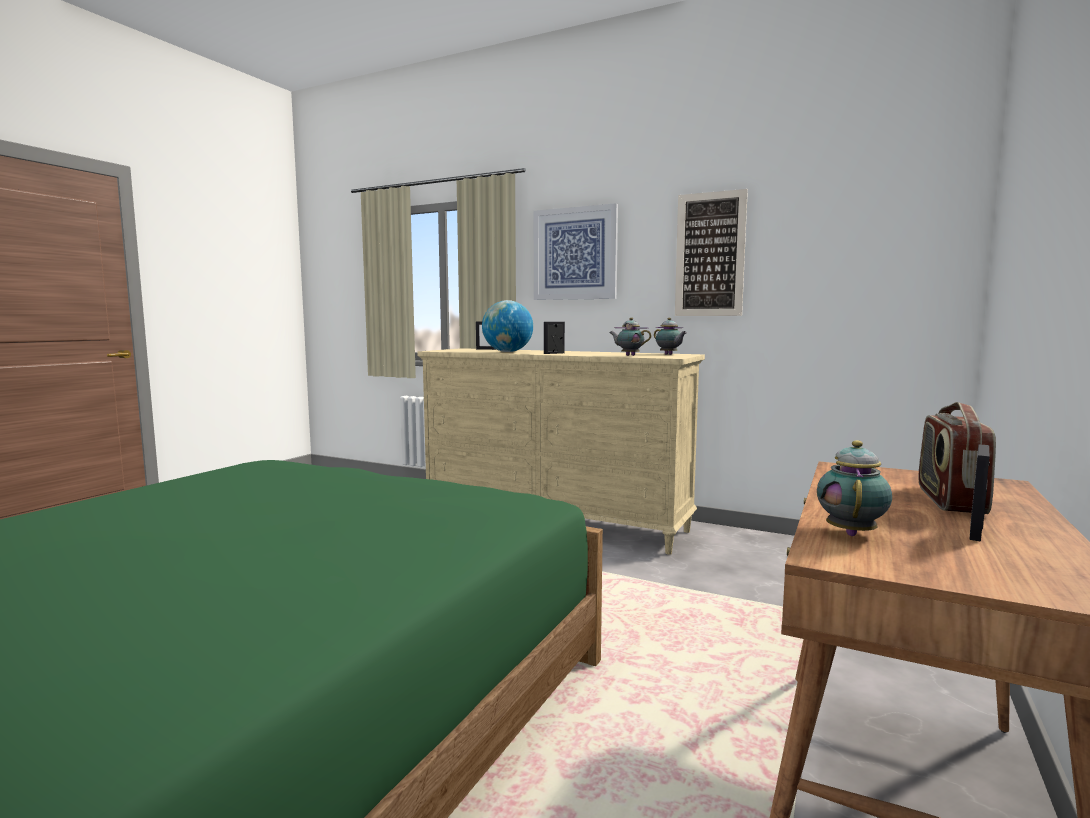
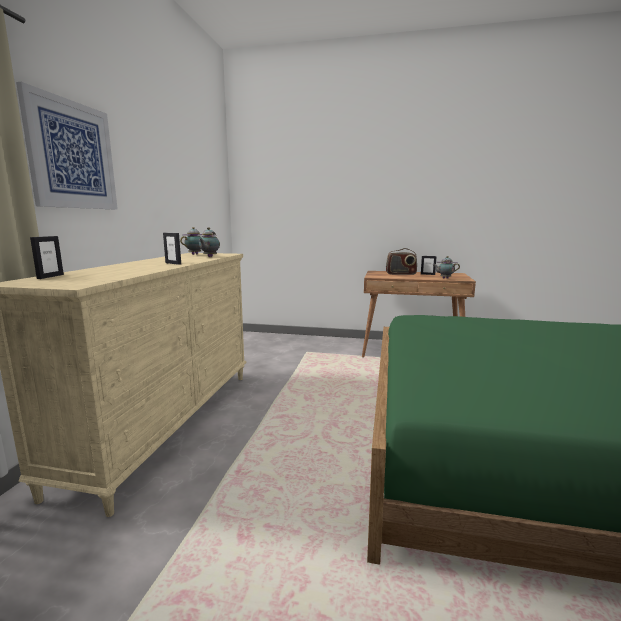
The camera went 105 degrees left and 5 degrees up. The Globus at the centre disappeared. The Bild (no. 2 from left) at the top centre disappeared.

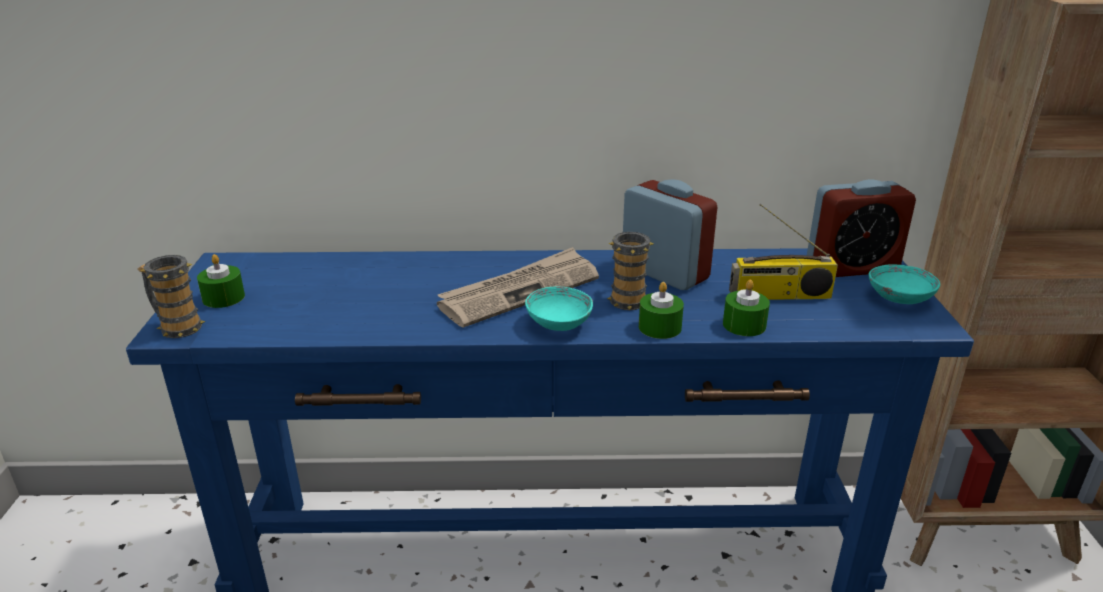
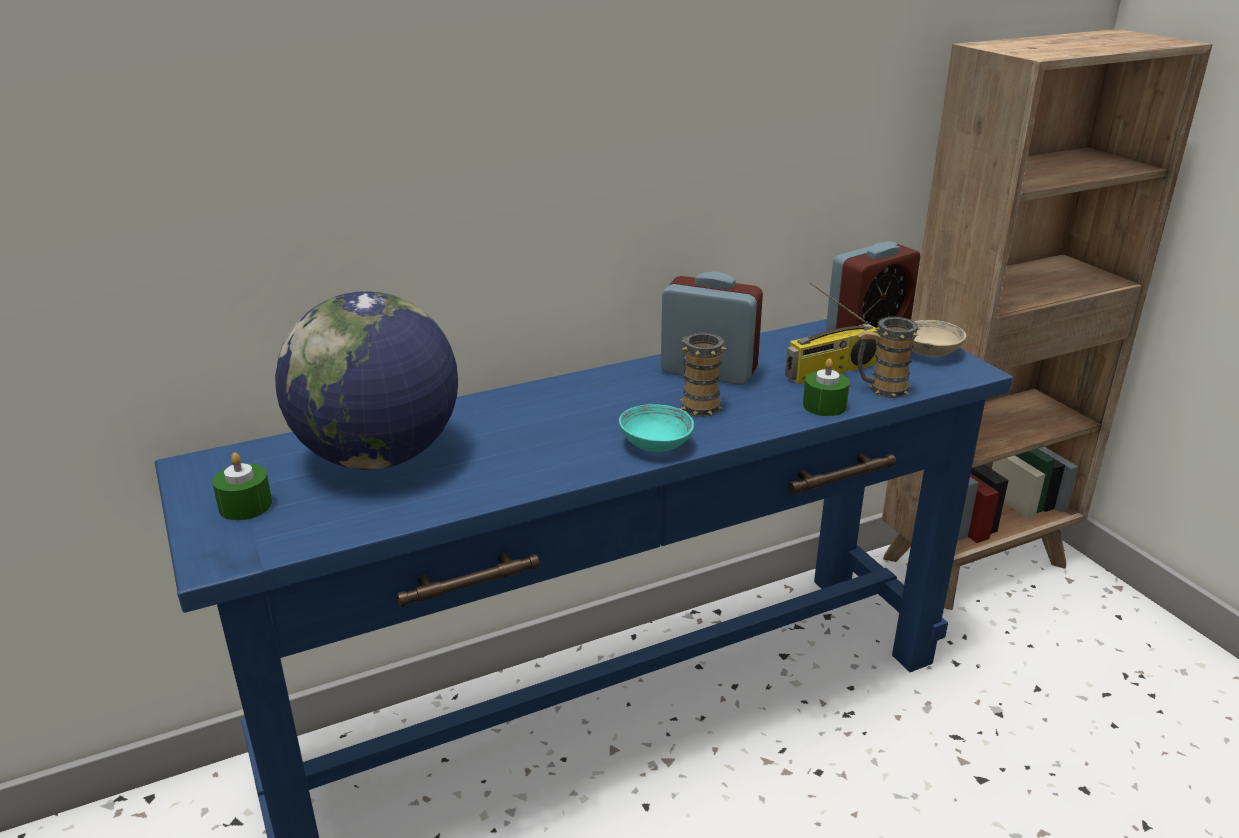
The camera went 25 degrees left and 0 degrees up. The Globus at the middle left appeared. The Henkelbecher (no. 1 from left in the first image) moved from the middle left to the middle right. The Schüssel (türkis) (no. 2 from left) at the middle right became the Schüssel (beige) at the middle right. The Zeitung at the centre disappeared. The Kerze (grün) (no. 2 from left) at the centre disappeared.

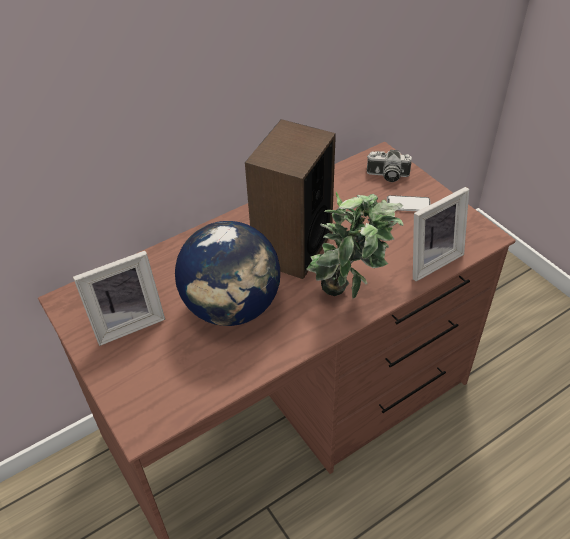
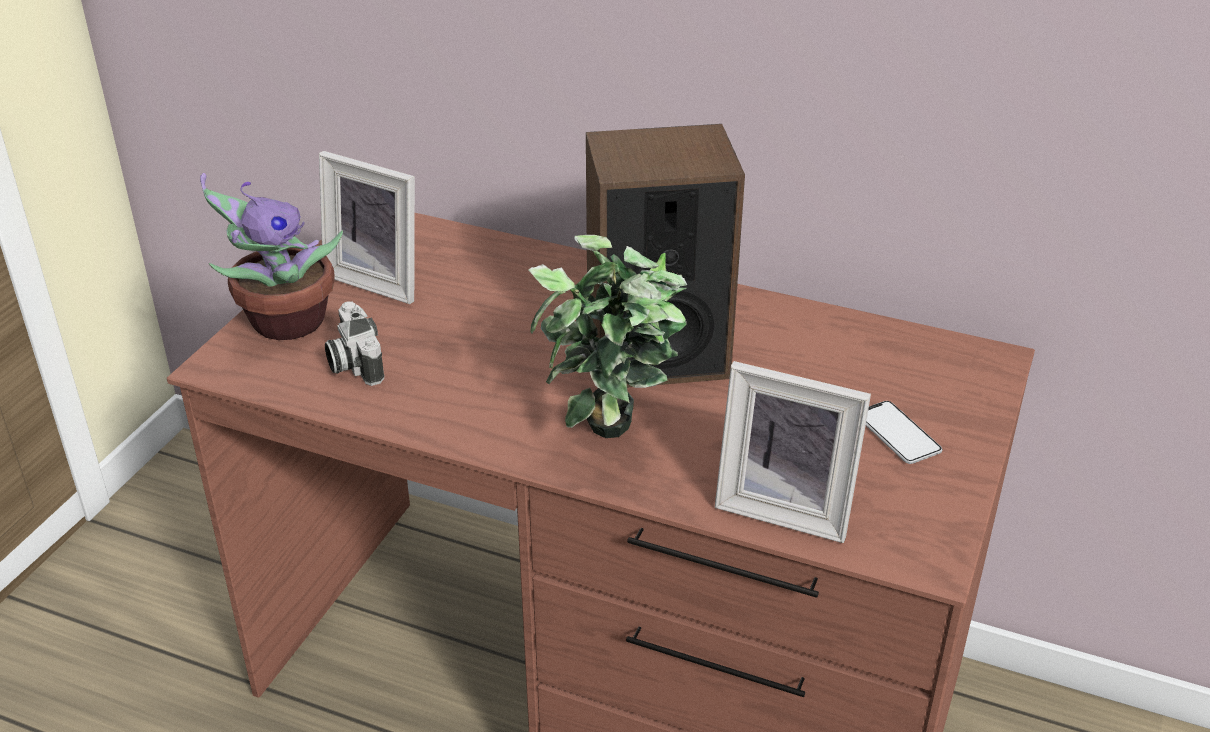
The camera went 55 degrees right and 10 degrees down. The Topfpflanze (no. 1 from left) at the middle left appeared. The Kamera moved from the top right to the middle left. The Globus at the centre disappeared.

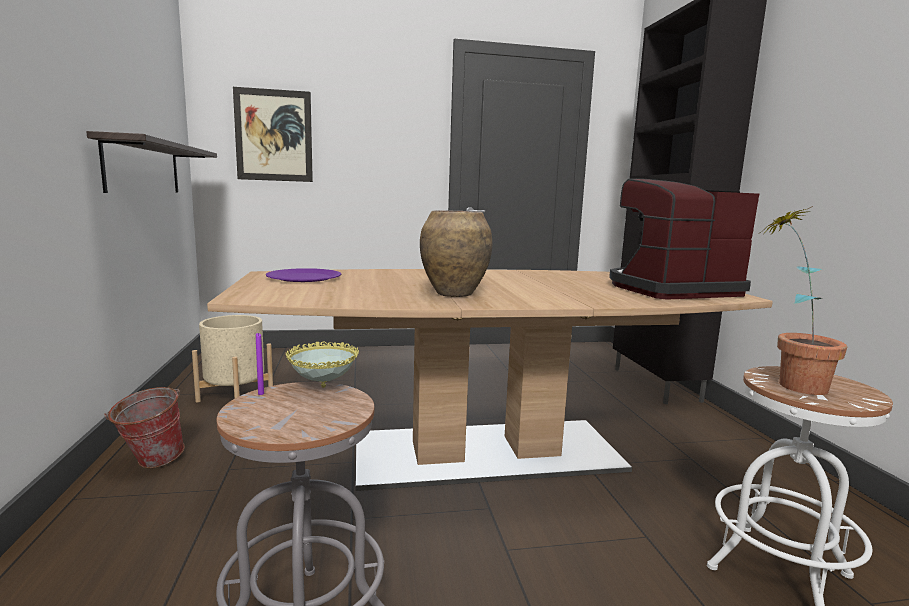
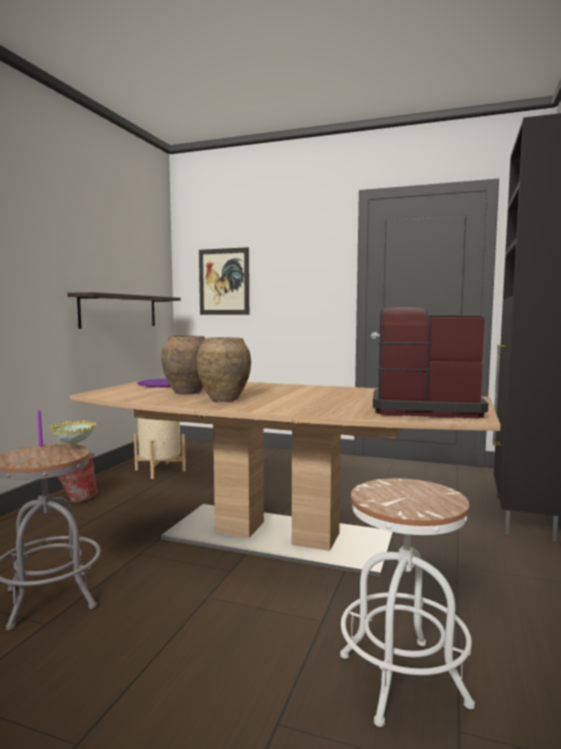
The camera went 30 degrees right and 5 degrees down. The Vase (braun) (no. 1 from left) at the middle left appeared. The Topfpflanze at the middle right disappeared.

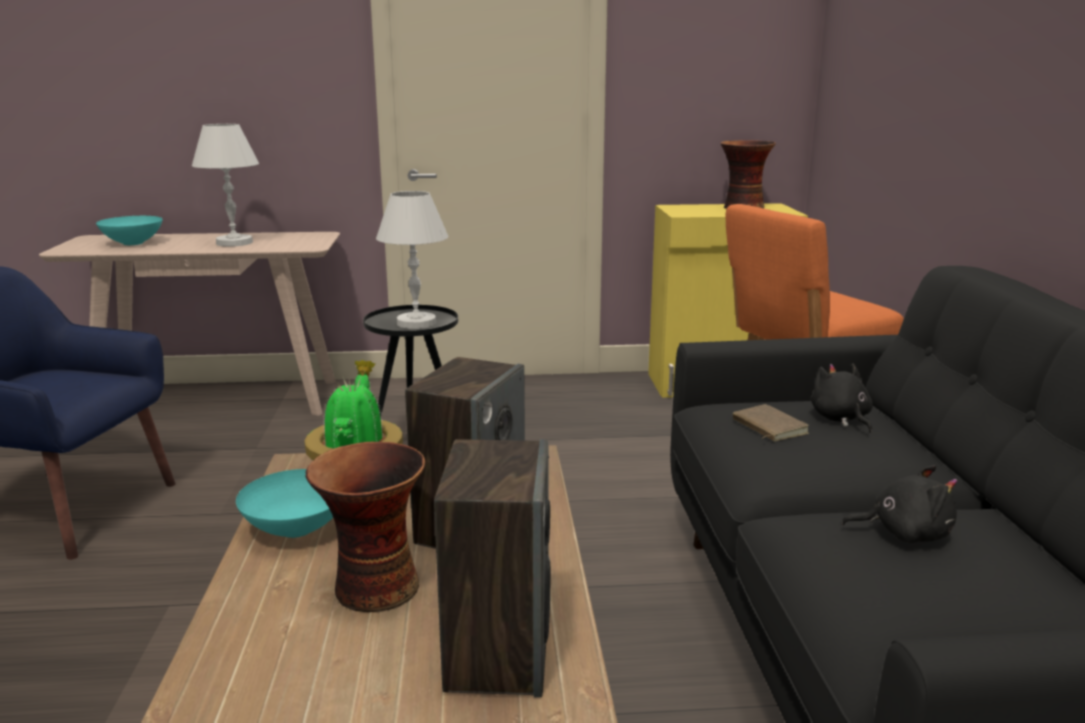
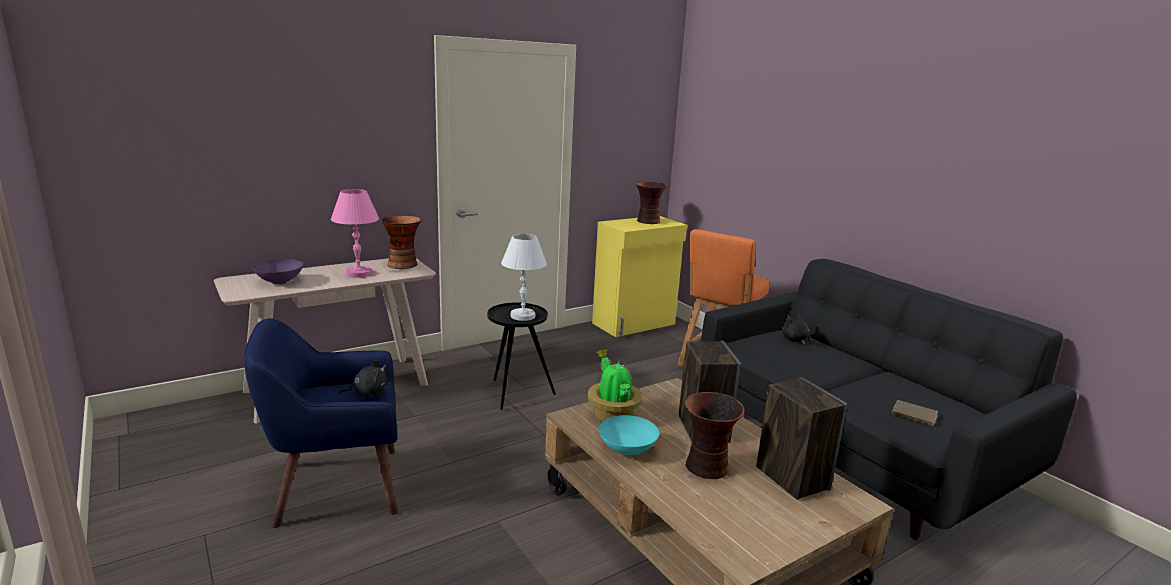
The camera went 30 degrees left and 0 degrees up. The Schüssel (türkis) (no. 1 from left) at the top left became the Schüssel (lila) at the middle left. The Tischlampe (weiß) (no. 1 from left) at the top left became the Tischlampe (rosa) at the middle left. The Plüschtier (schwarz) (no. 2 from left in the first image) moved from the bottom right to the middle left. The Vase (no. 1 from left) at the centre appeared. The Buch (braun) moved from the middle right to the bottom right.

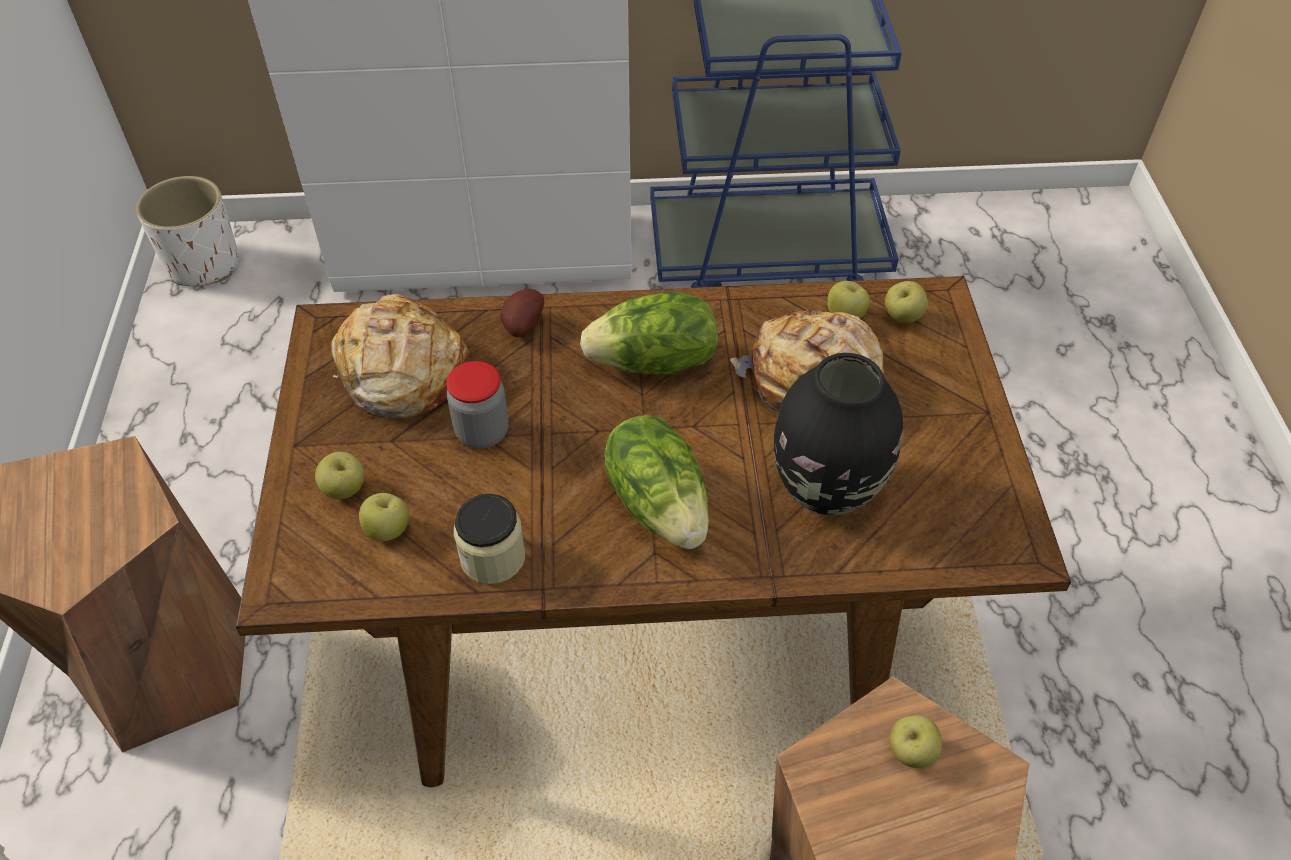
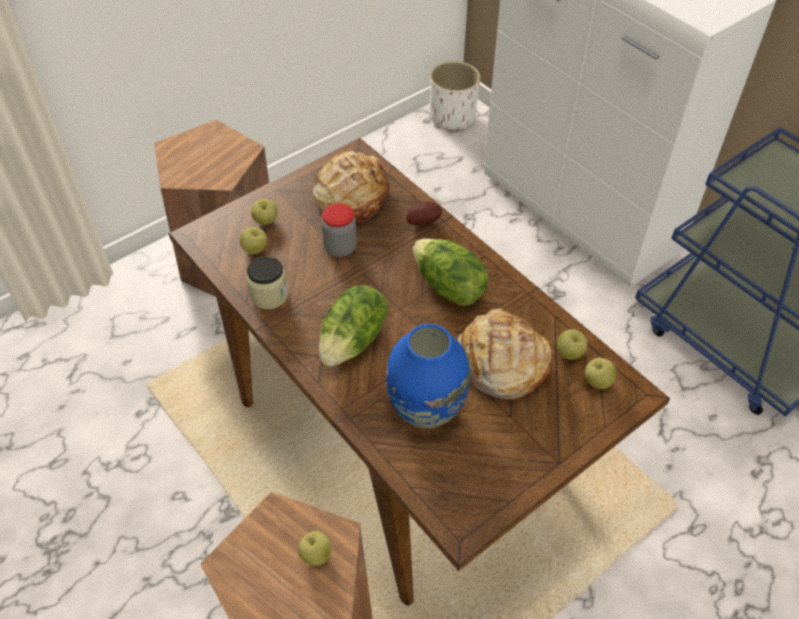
The camera went 55 degrees right and 0 degrees up. The Vase (schwarz) at the centre became the Vase (blau) at the centre.

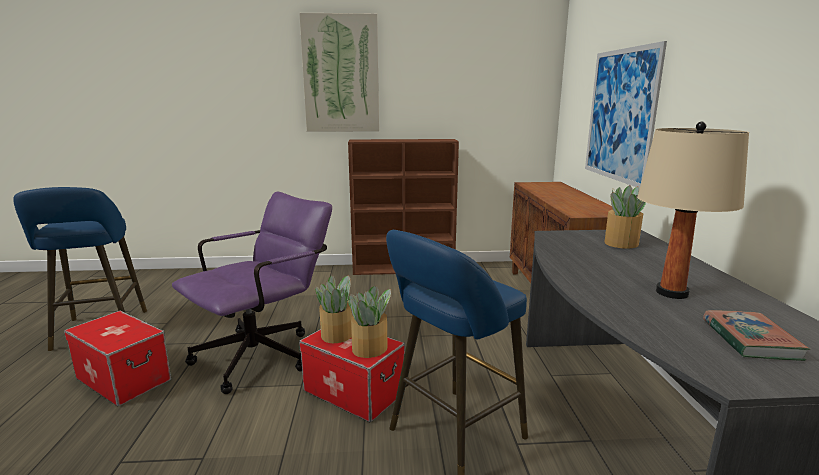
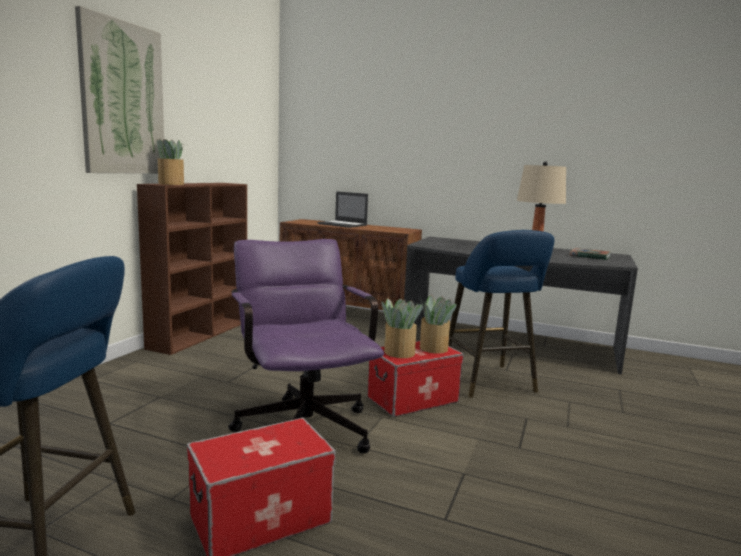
The camera went 65 degrees left and 5 degrees down. The Topfpflanze (no. 3 from left in the first image) moved from the middle right to the top left. The Laptop at the centre appeared. The Bild (no. 2 from left) at the top right disappeared.

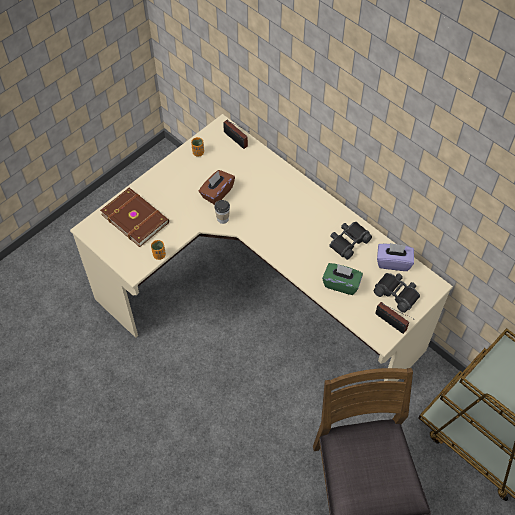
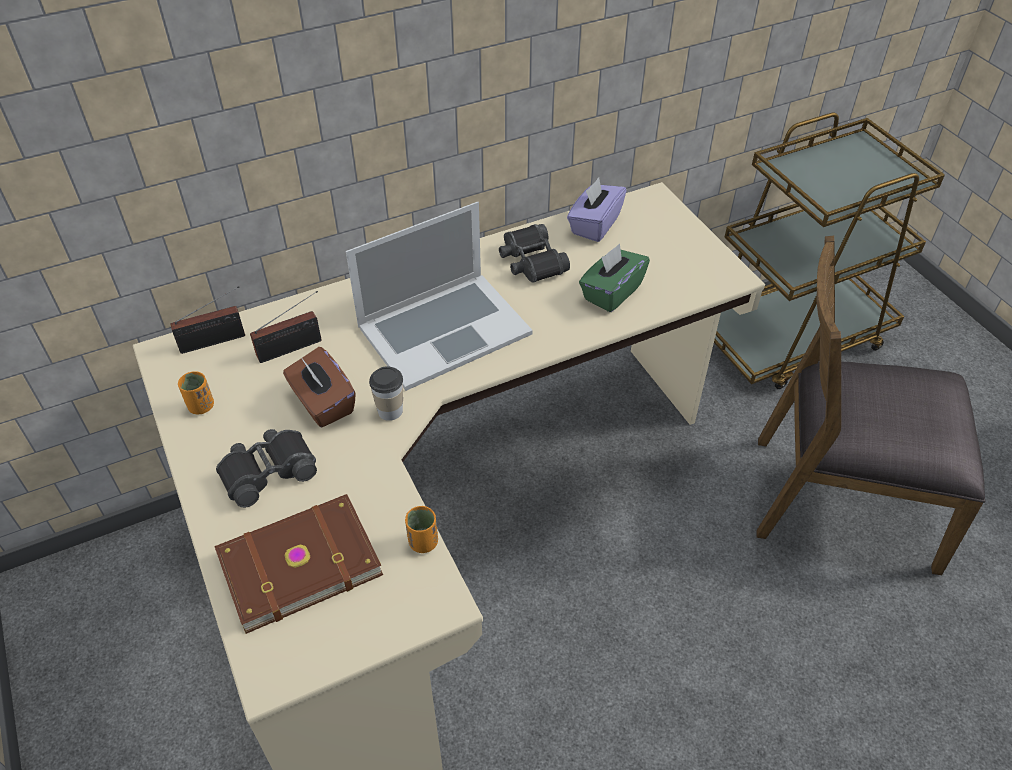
The camera went 70 degrees left and 10 degrees down. The Fernglas (schwarz) (no. 2 from left in the first image) moved from the middle right to the middle left. The Radio (no. 2 from left) moved from the middle right to the middle left. The Laptop at the centre appeared.

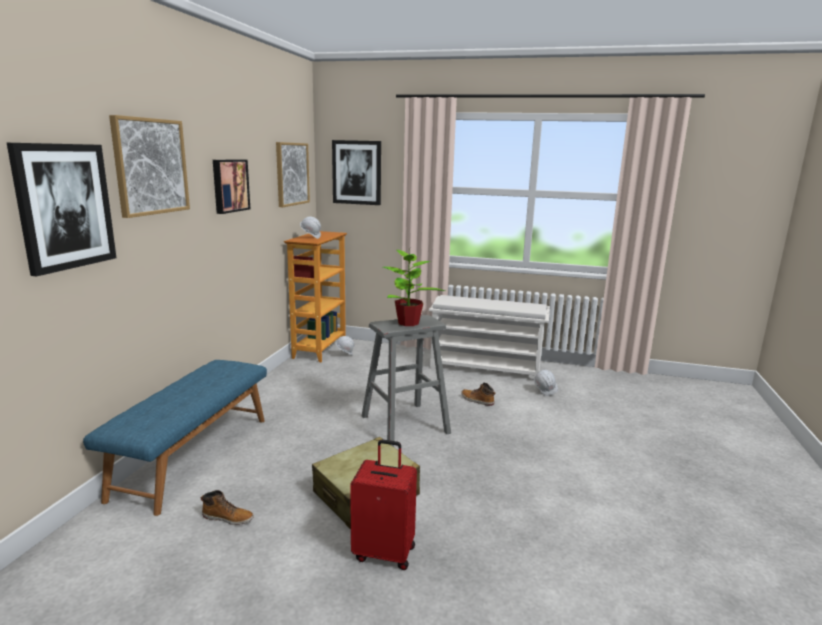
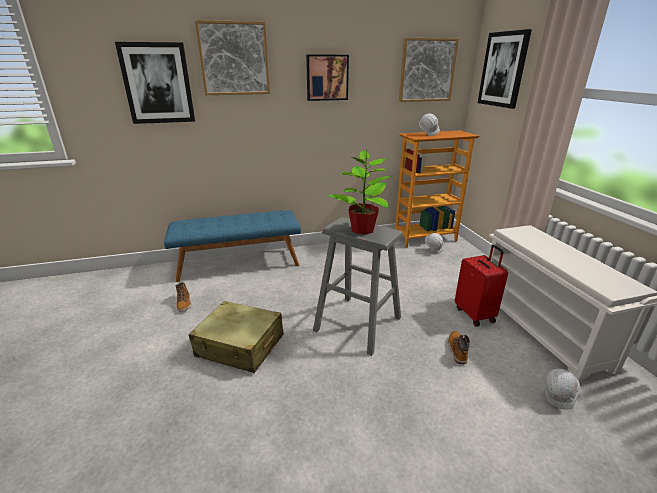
The camera went 60 degrees right and 10 degrees up. The Koffer (rot) moved from the bottom centre to the middle right.

